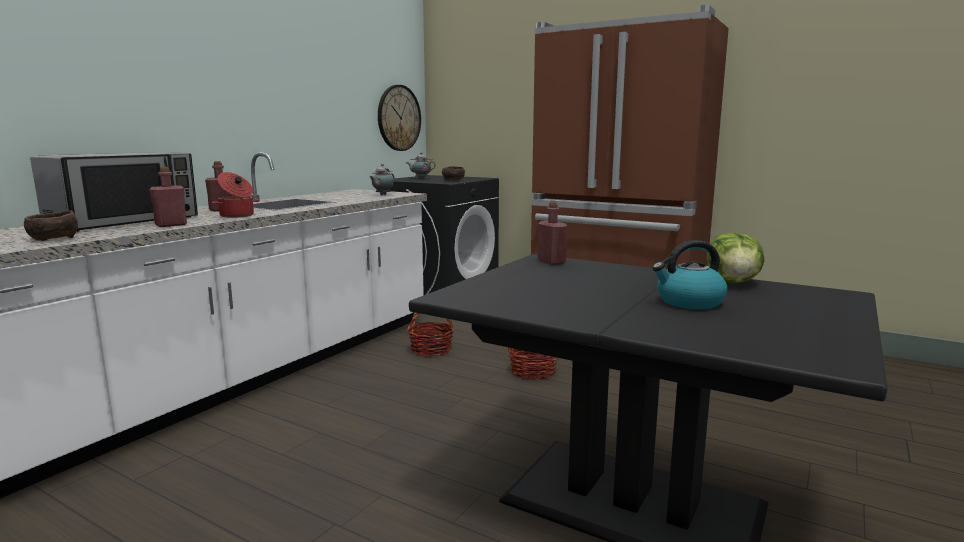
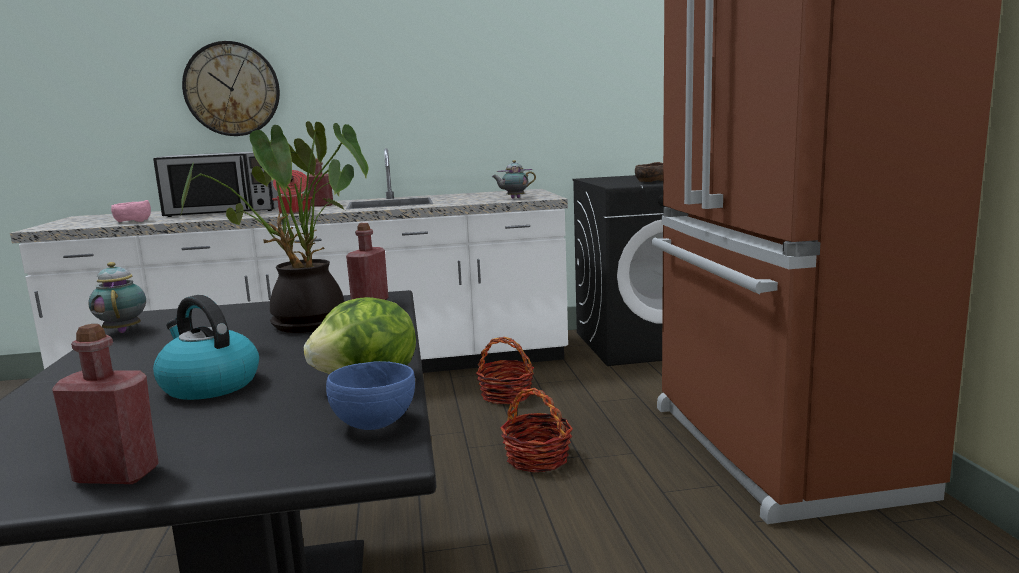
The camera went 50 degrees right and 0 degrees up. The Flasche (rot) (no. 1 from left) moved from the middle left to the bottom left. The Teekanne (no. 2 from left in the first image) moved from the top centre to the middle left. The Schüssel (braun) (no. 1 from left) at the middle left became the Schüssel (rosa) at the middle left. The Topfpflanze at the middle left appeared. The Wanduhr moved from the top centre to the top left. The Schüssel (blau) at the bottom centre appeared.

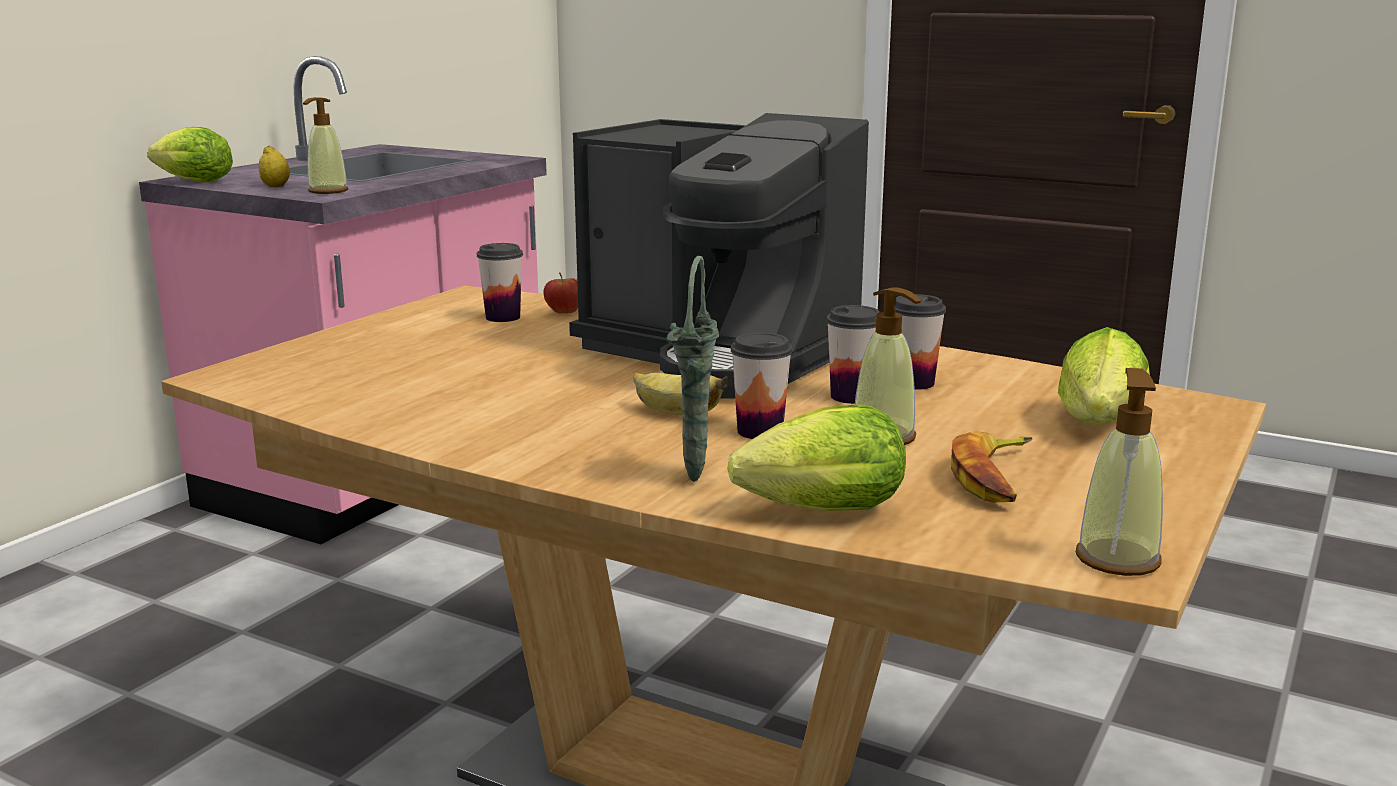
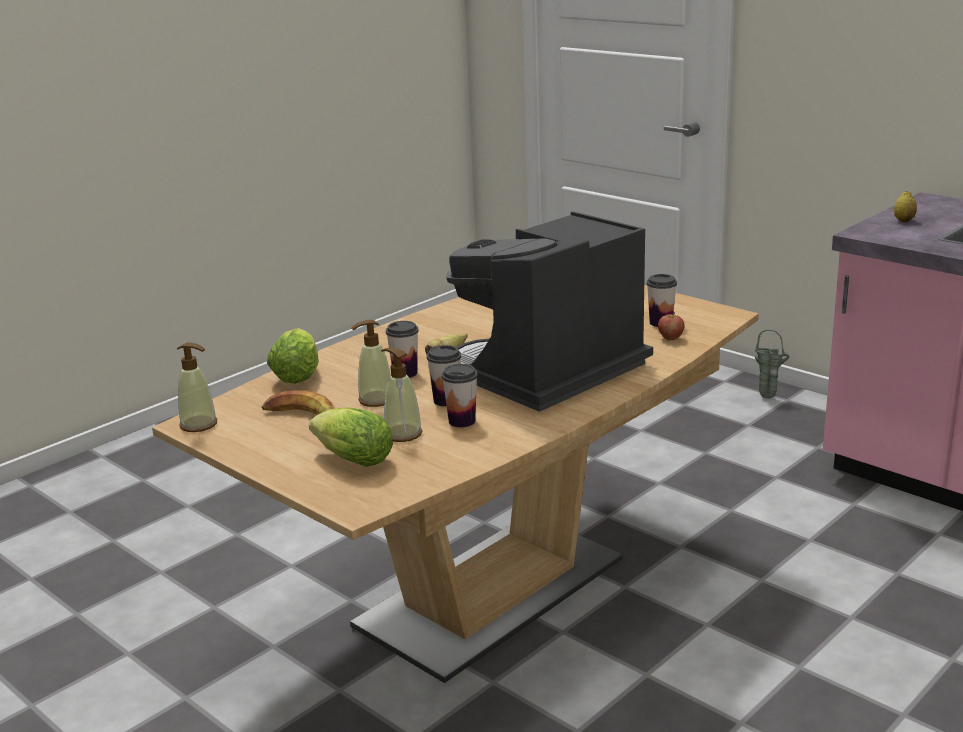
The camera went 105 degrees right and 5 degrees up. The Seifenspender (no. 1 from left in the first image) moved from the top left to the centre. The Vase (grün) moved from the centre to the middle right. The Salatkopf (no. 1 from left) at the top left disappeared.

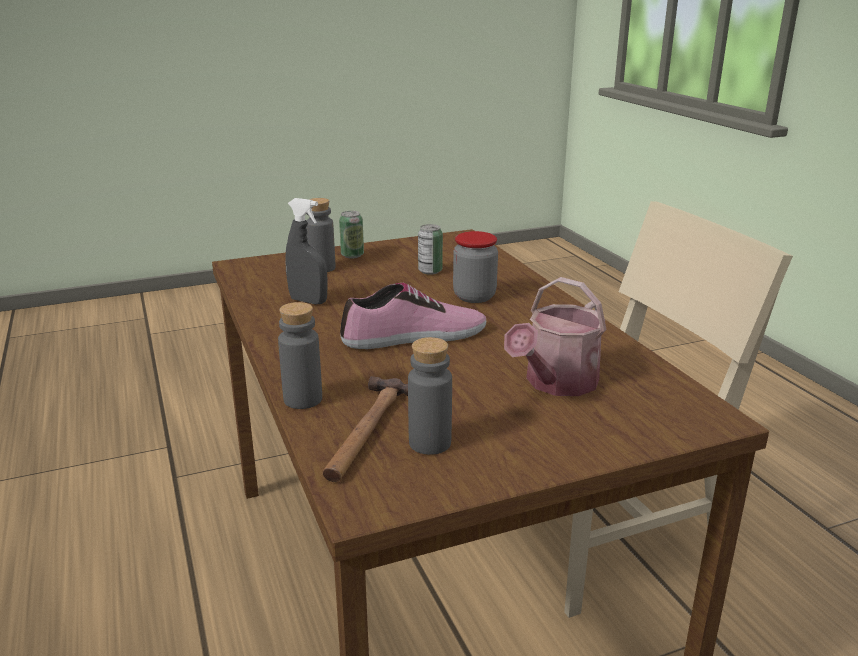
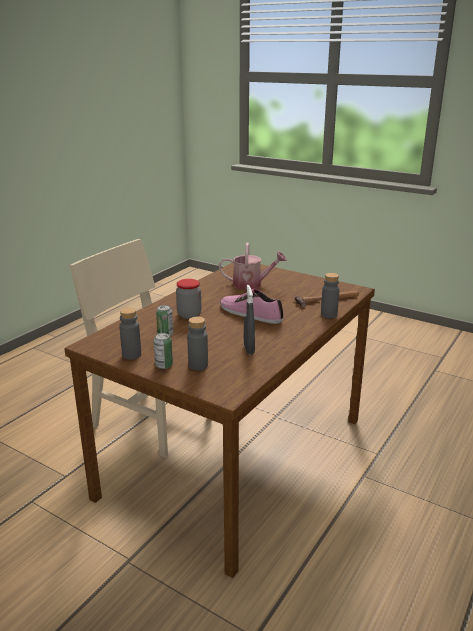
The camera went 125 degrees left and 0 degrees up. The Flasche (grau) (no. 3 from left in the first image) moved from the centre to the middle left.

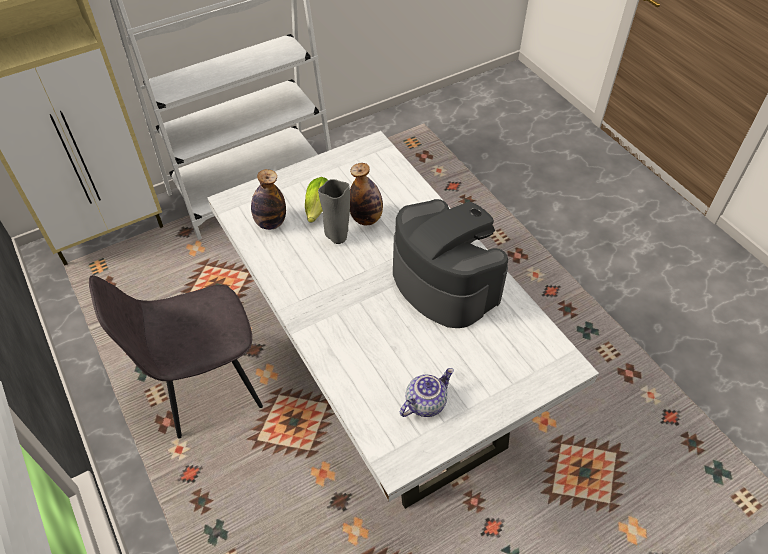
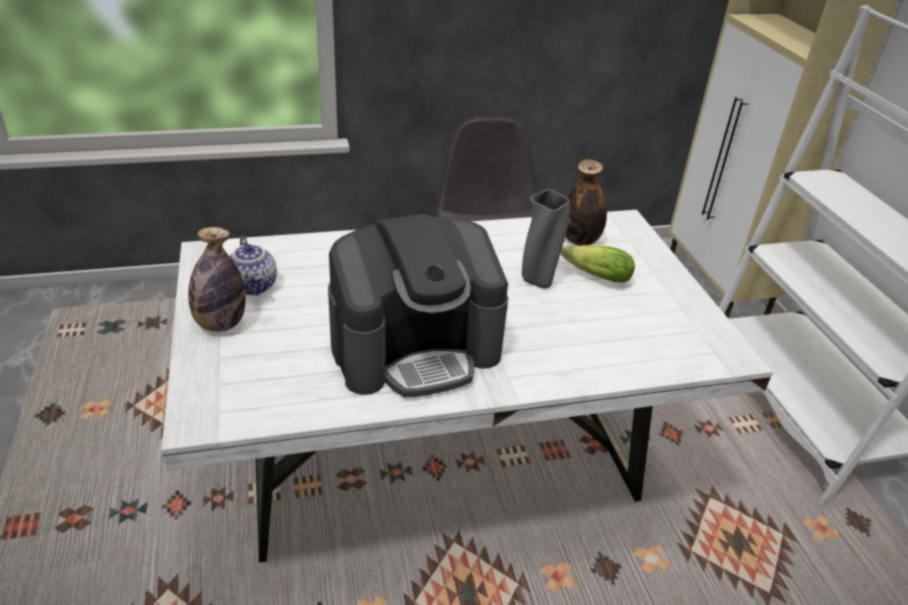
The camera went 105 degrees right and 15 degrees down. The Flasche (no. 2 from left in the first image) moved from the centre to the middle left.

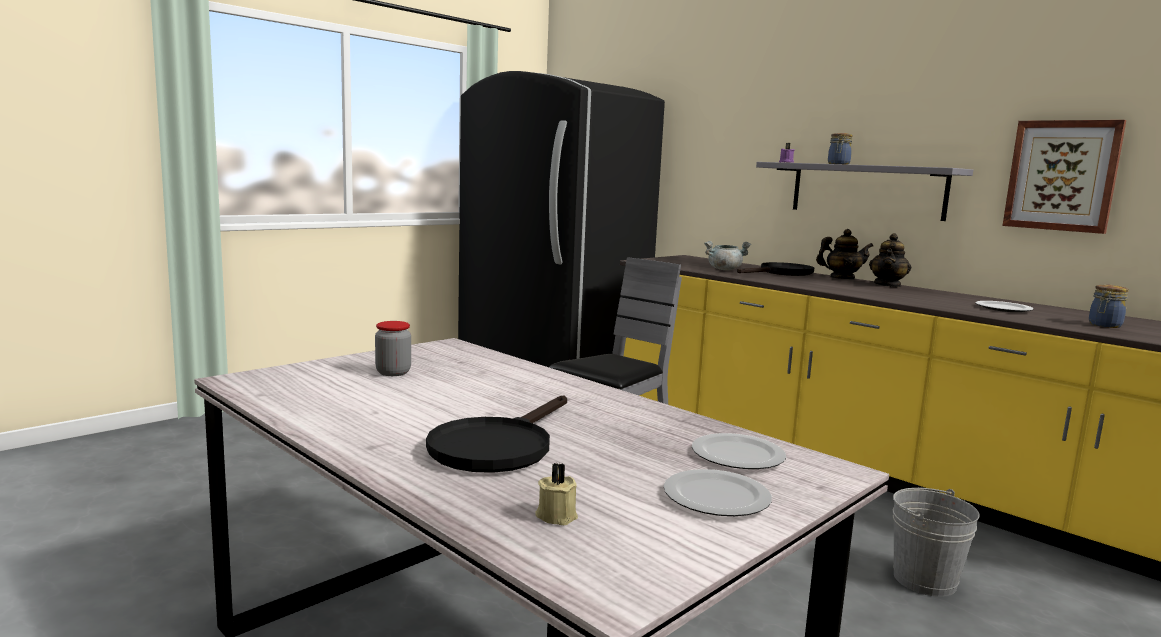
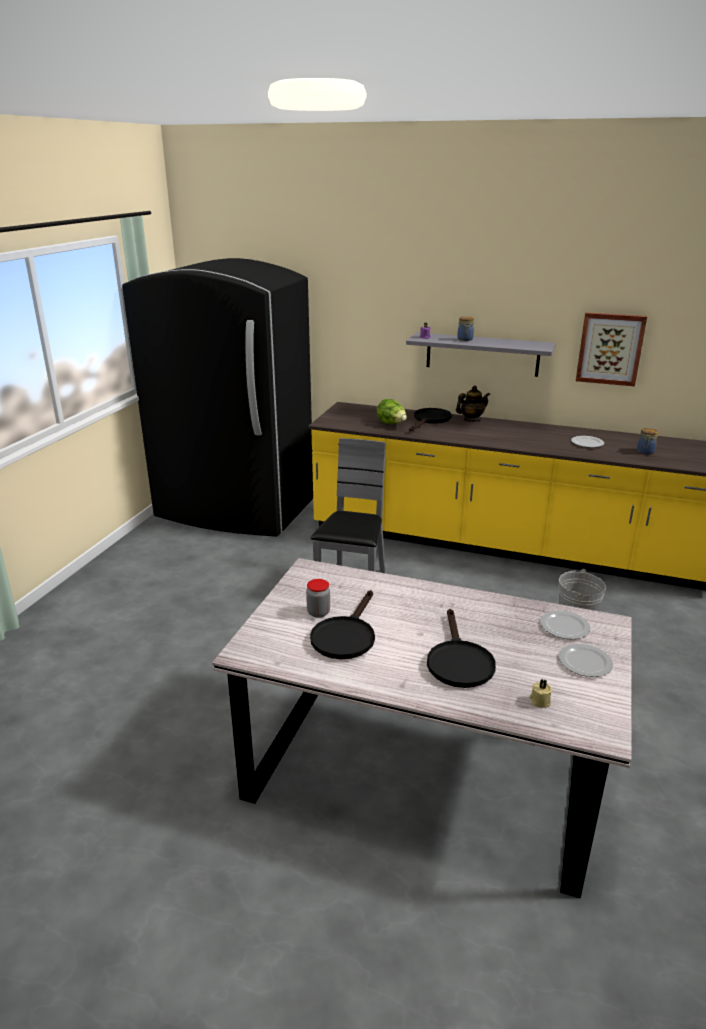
The camera went 25 degrees left and 15 degrees up. The Pfanne (schwarz) (no. 1 from left) at the centre appeared. The Kochtopf (grau) at the centre was replaced by the Salatkopf at the centre. The Teekanne (no. 2 from left) at the middle right disappeared.

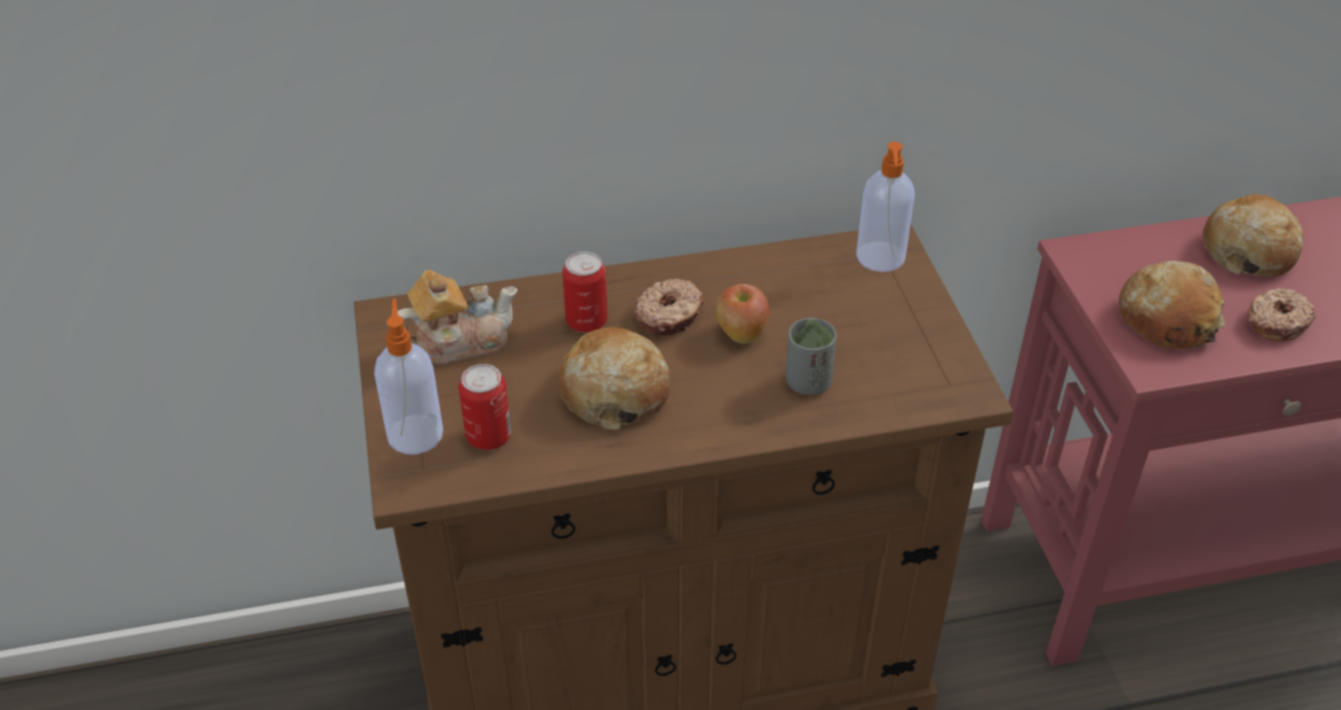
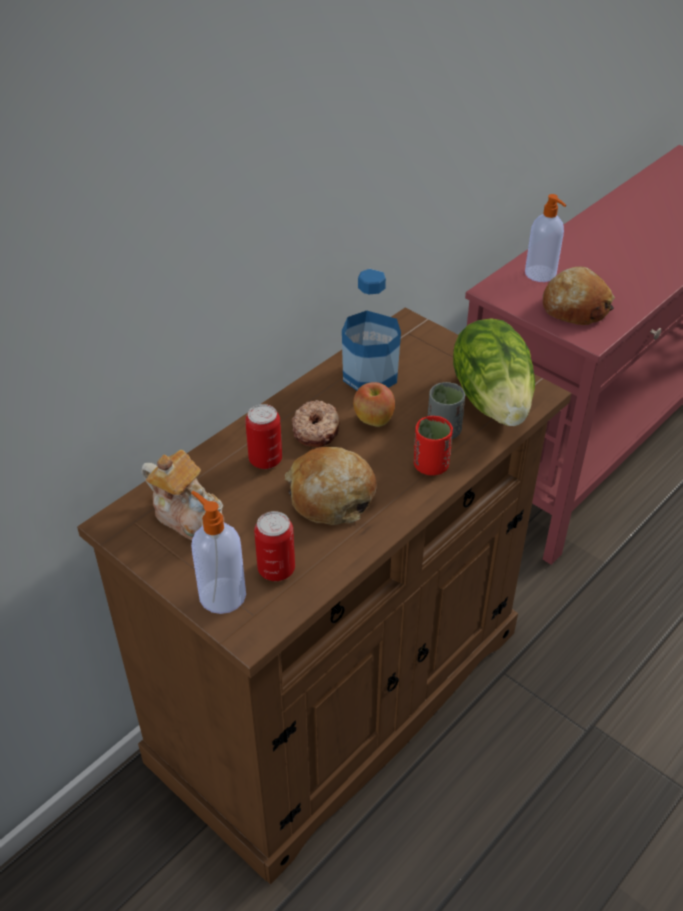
The camera went 35 degrees left and 0 degrees up. The Teekanne at the centre turned 90 degrees clockwise. The Flasche at the centre appeared. The Tasse (rot) at the centre appeared. The Salatkopf at the middle right appeared. The Seifenspender (no. 2 from left) moved from the top centre to the top right. The Brot (no. 3 from left) at the top right disappeared. The Donut (no. 2 from left) at the middle right disappeared.

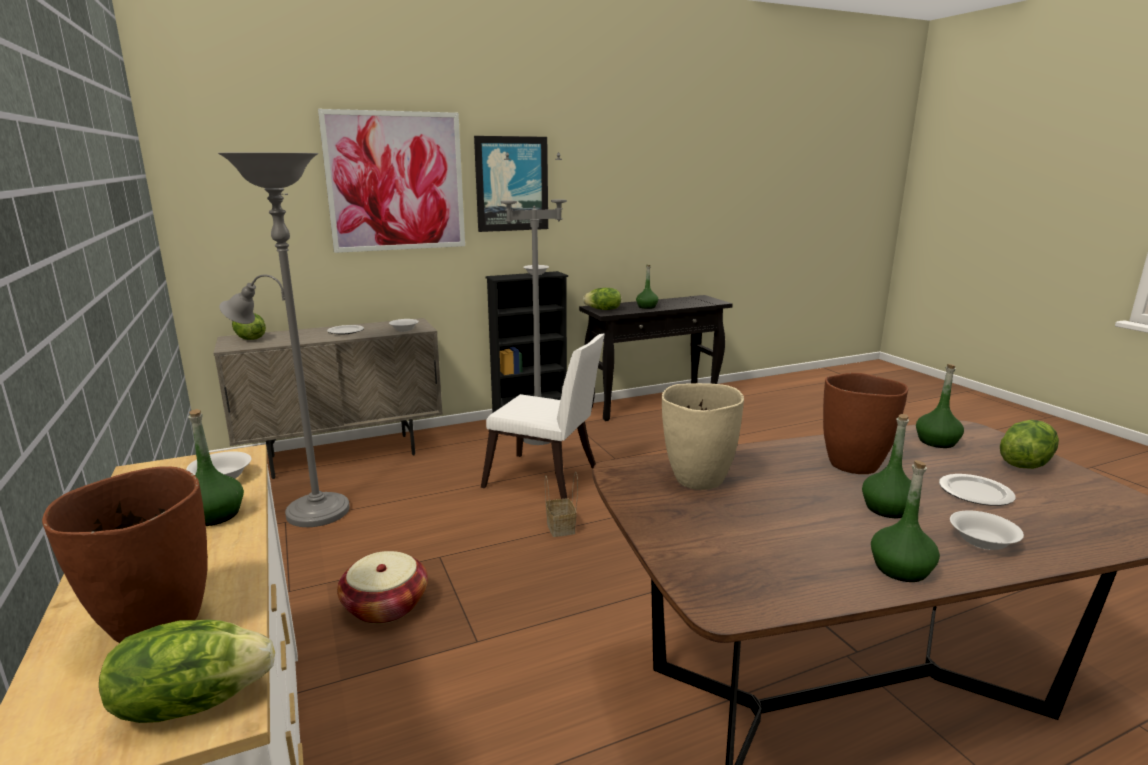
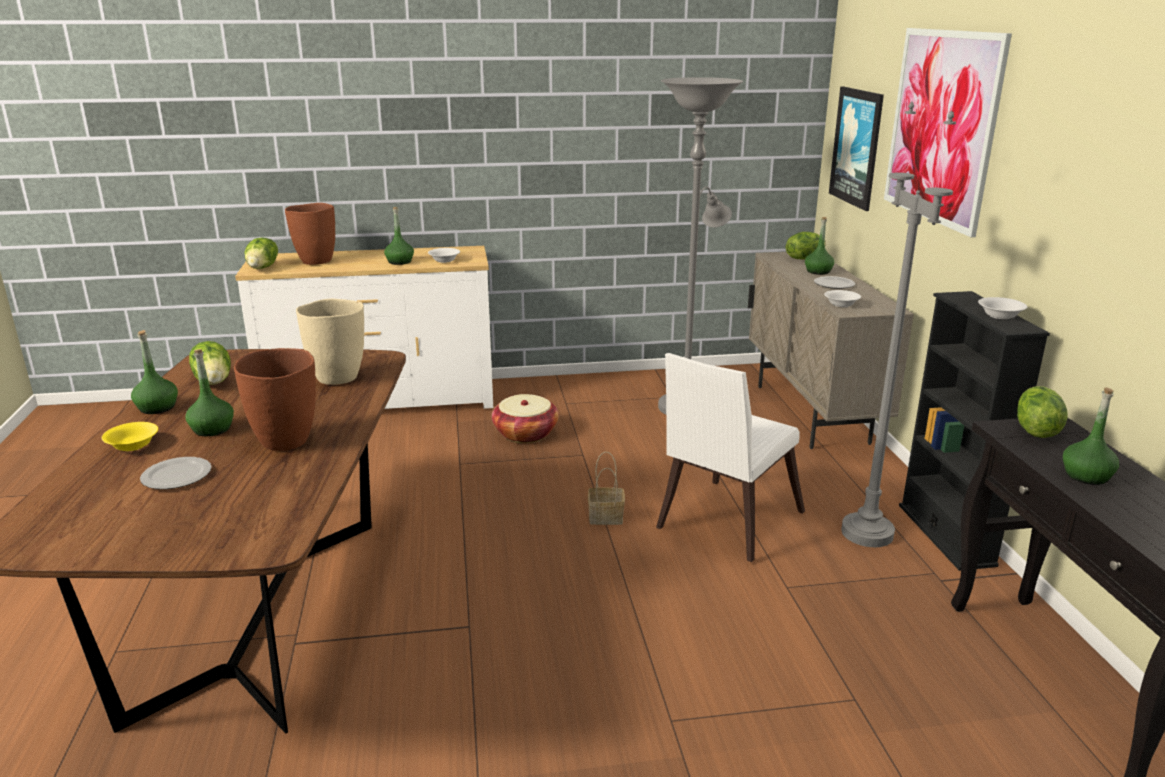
The camera went 105 degrees right and 5 degrees up. The Schüssel (weiß) (no. 4 from left) at the bottom right became the Schüssel (gelb) at the middle left. The Salatkopf (no. 4 from left in the first image) moved from the middle right to the middle left. The Flasche (grün) (no. 5 from left in the first image) moved from the middle right to the top right. The Bild (no. 2 from left in the first image) moved from the top centre to the top right.

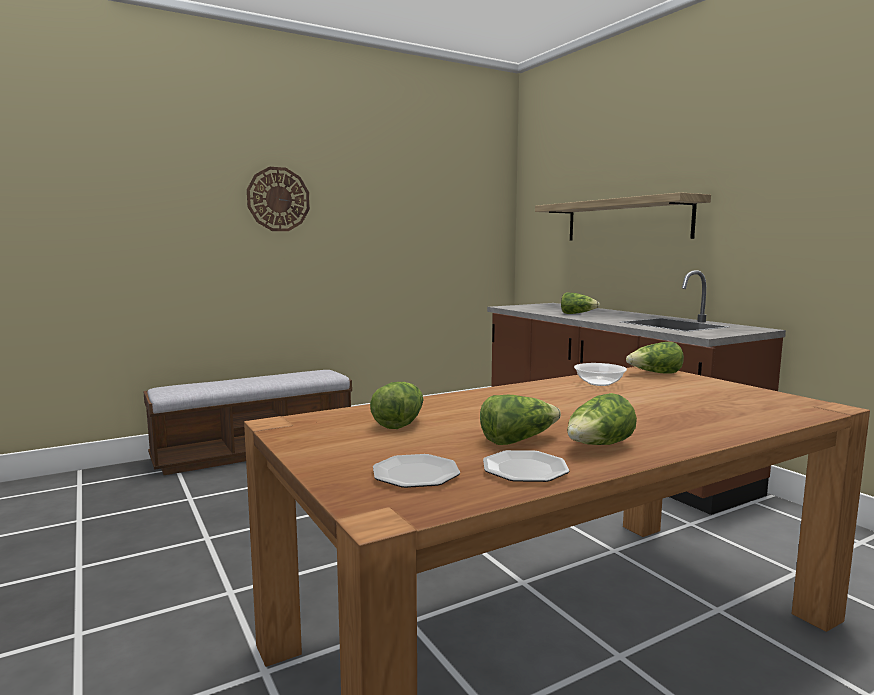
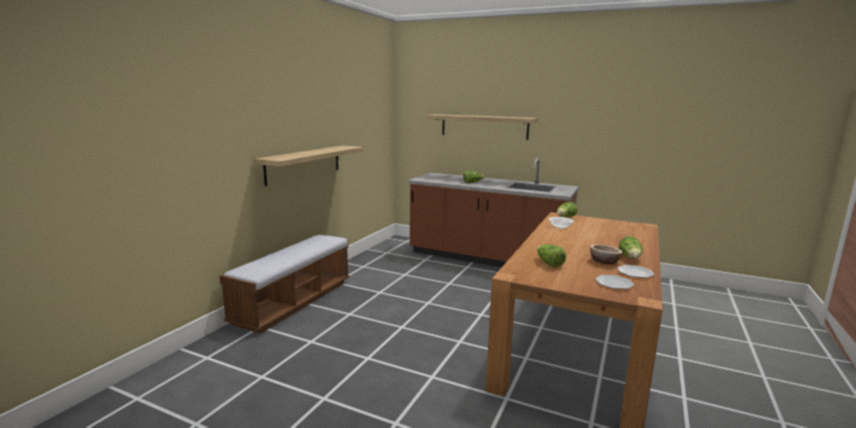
The camera went 35 degrees left and 5 degrees up. The Wandregal (no. 1 from left) at the centre appeared. The Salatkopf (no. 2 from left) at the centre was replaced by the Schüssel (no. 2 from left) at the middle right. The Wanduhr at the top left disappeared.

